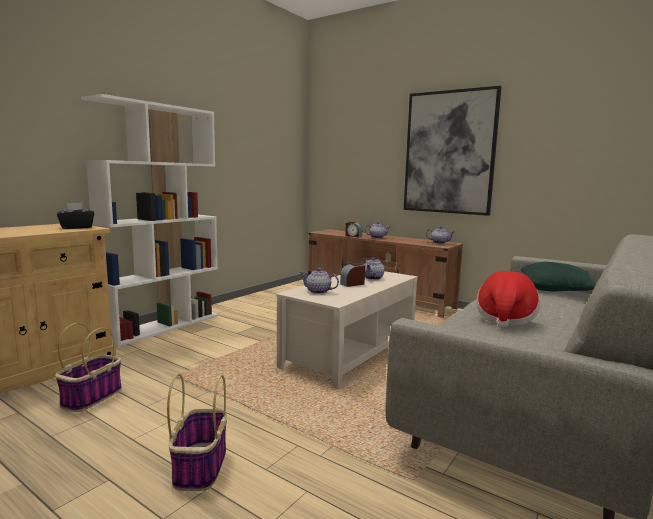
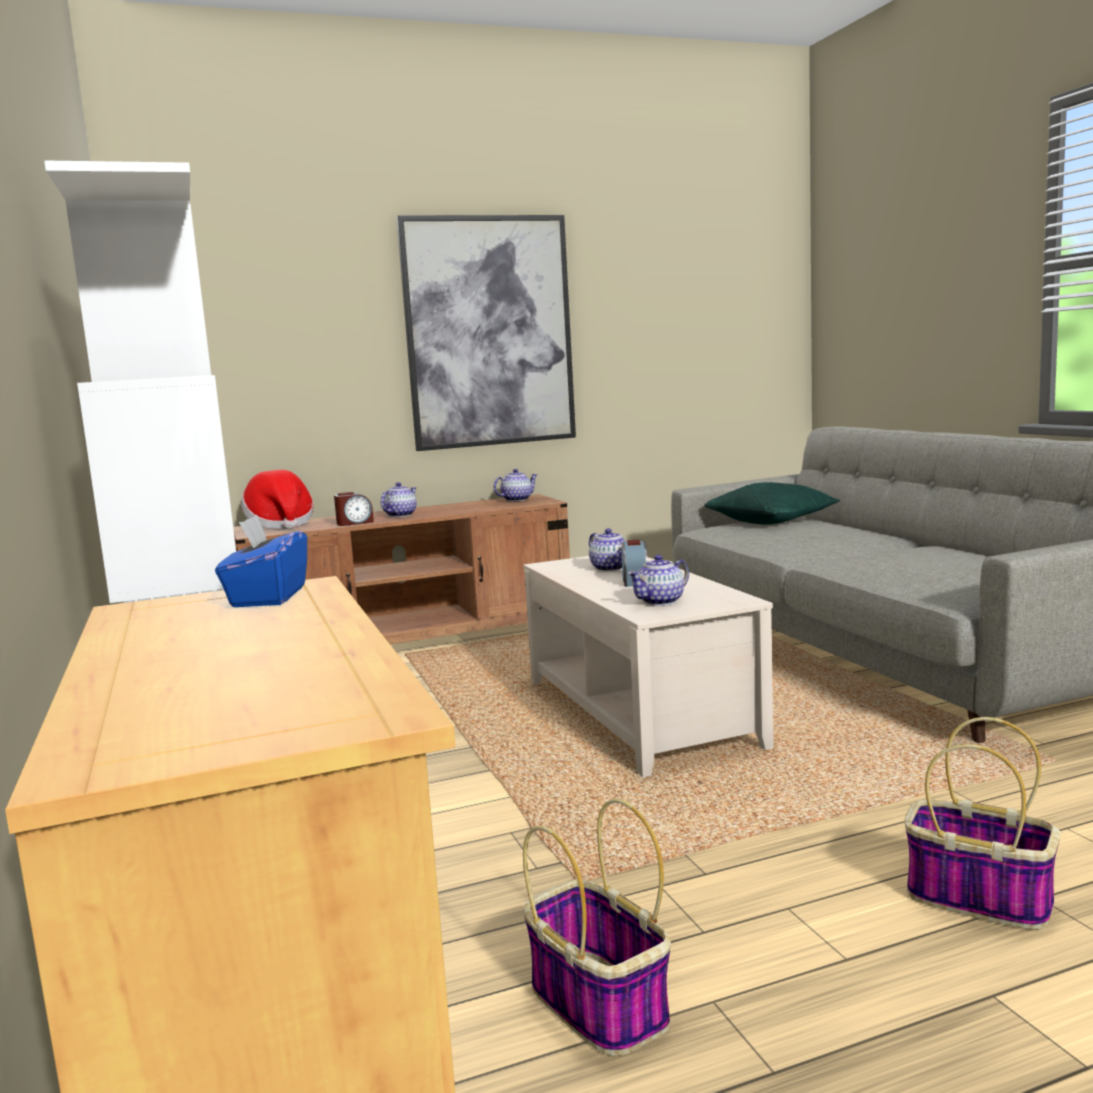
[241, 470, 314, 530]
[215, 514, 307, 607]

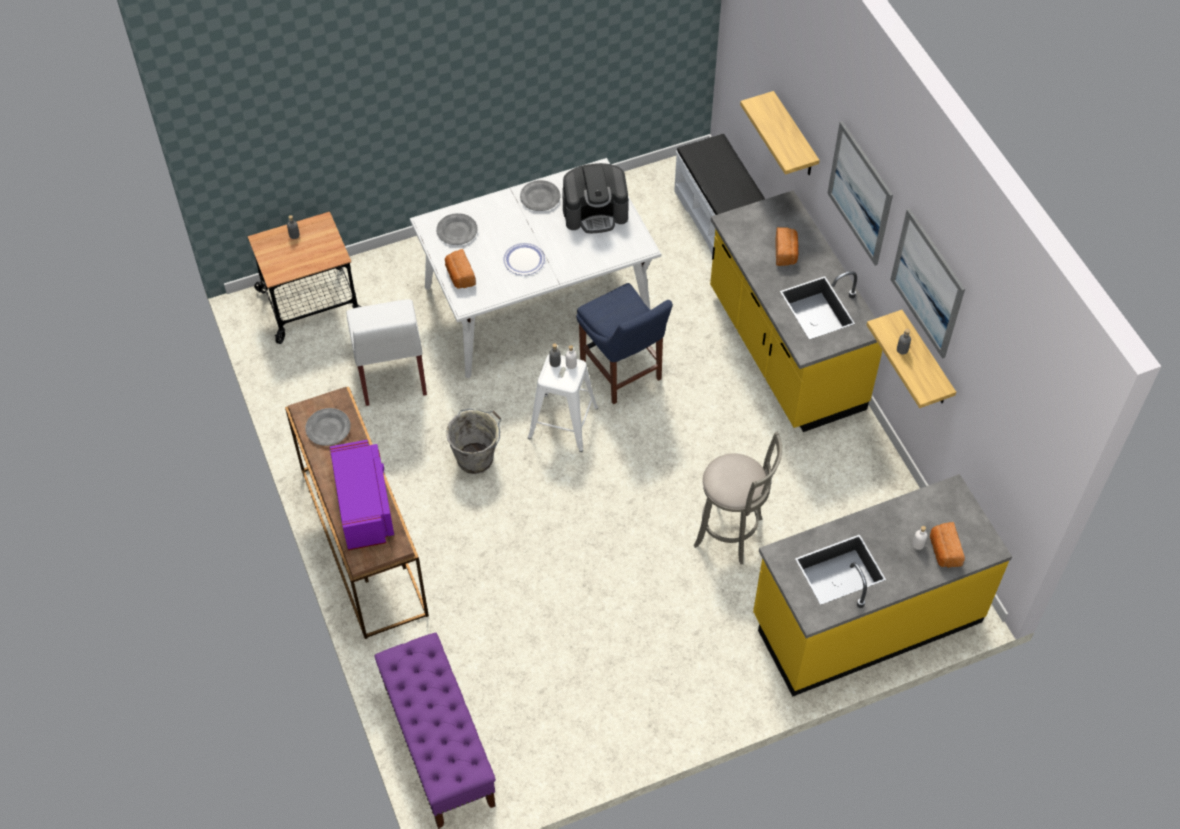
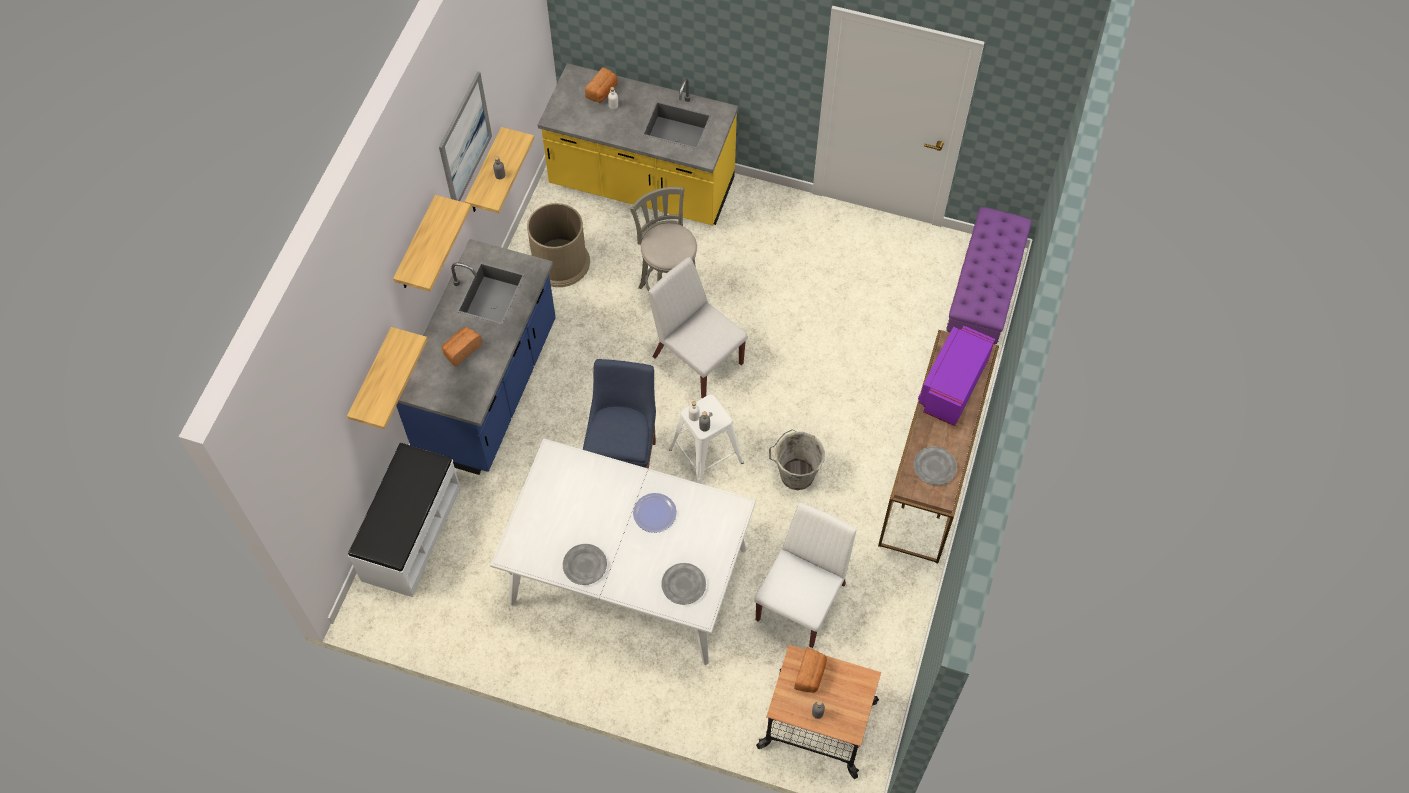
[562, 163, 629, 233] (first image)
[527, 203, 590, 287]
[648, 257, 748, 398]
[794, 647, 827, 693]
[393, 195, 471, 292]
[396, 239, 556, 475]

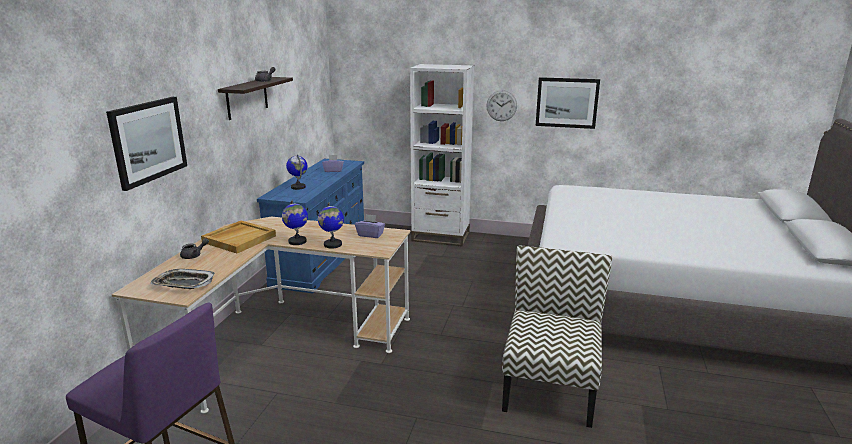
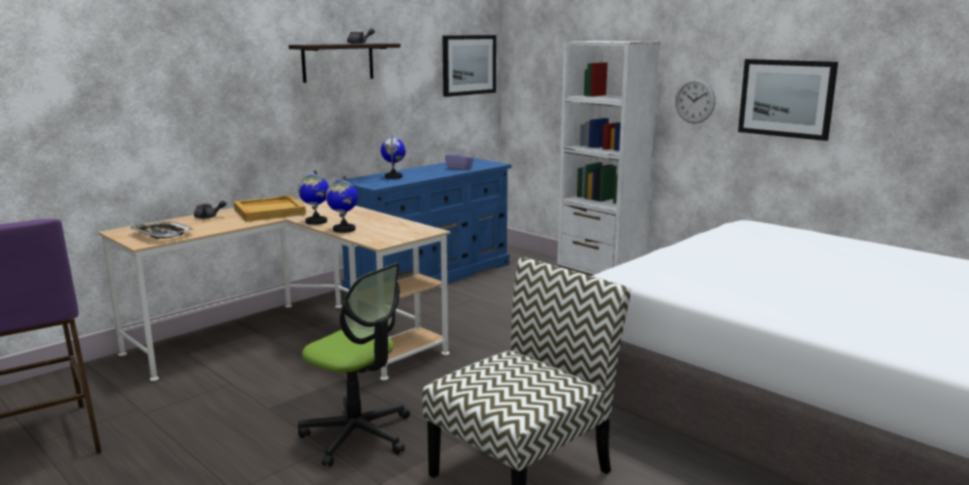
[355, 214, 385, 238] (first image)
[298, 263, 410, 467]
[442, 35, 496, 97]

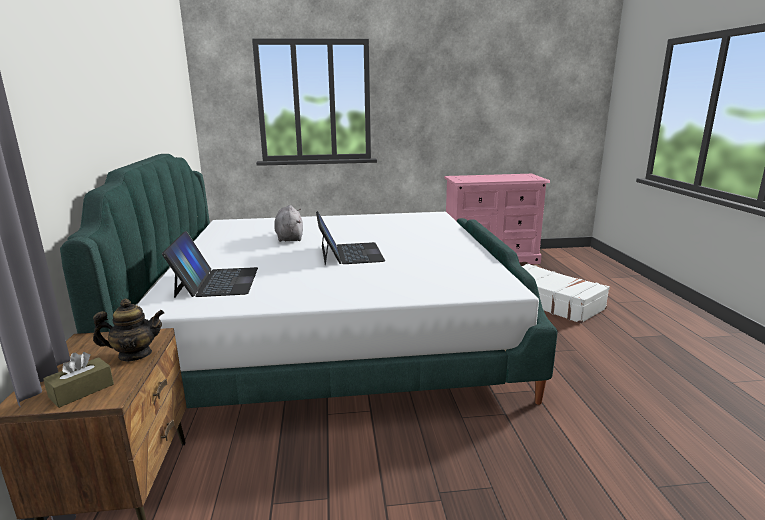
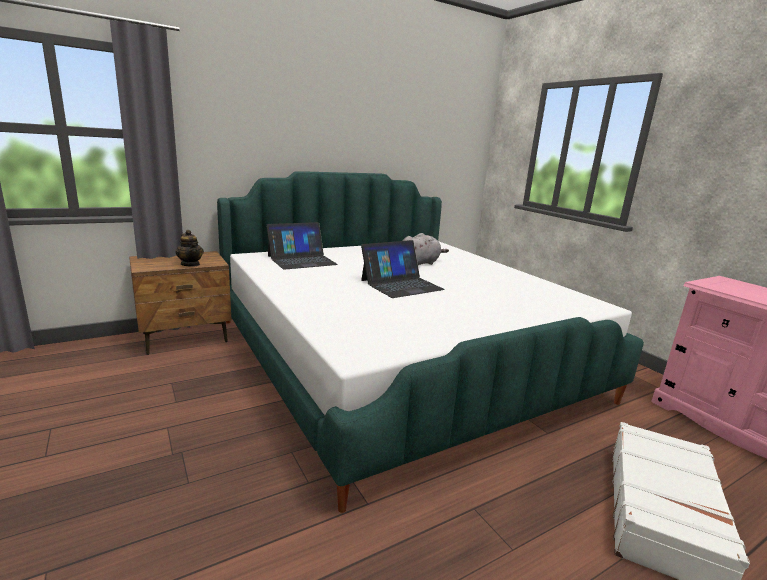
[43, 352, 114, 408] (first image)

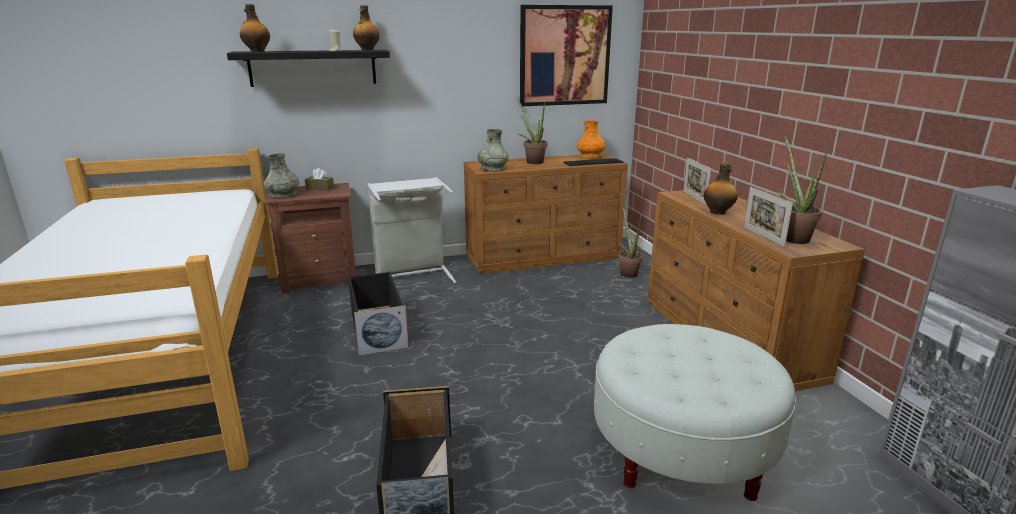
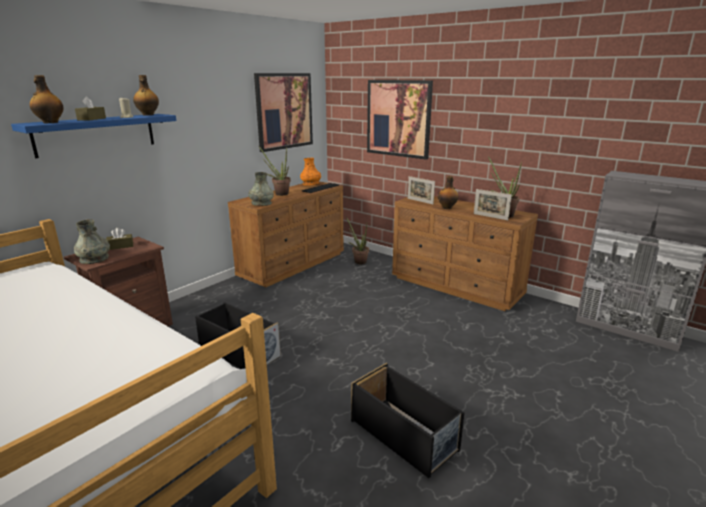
[367, 177, 456, 283] (first image)
[594, 324, 796, 501] (first image)
[75, 96, 106, 121]
[367, 80, 433, 160]
[11, 114, 176, 158]

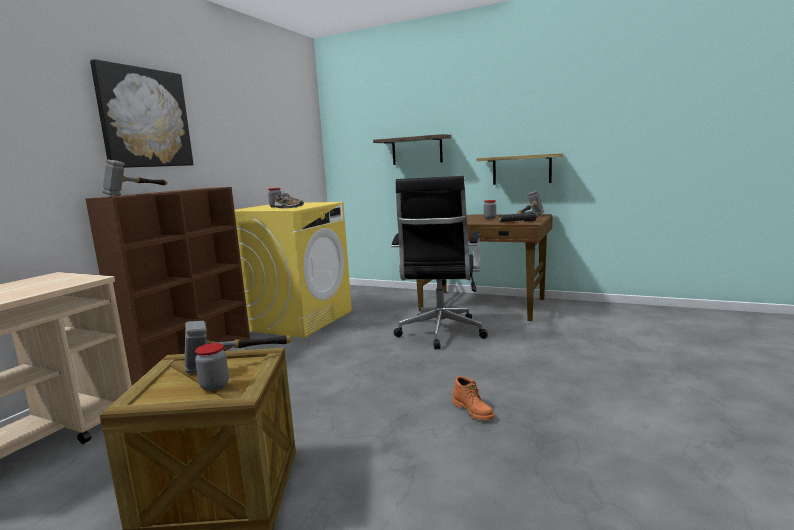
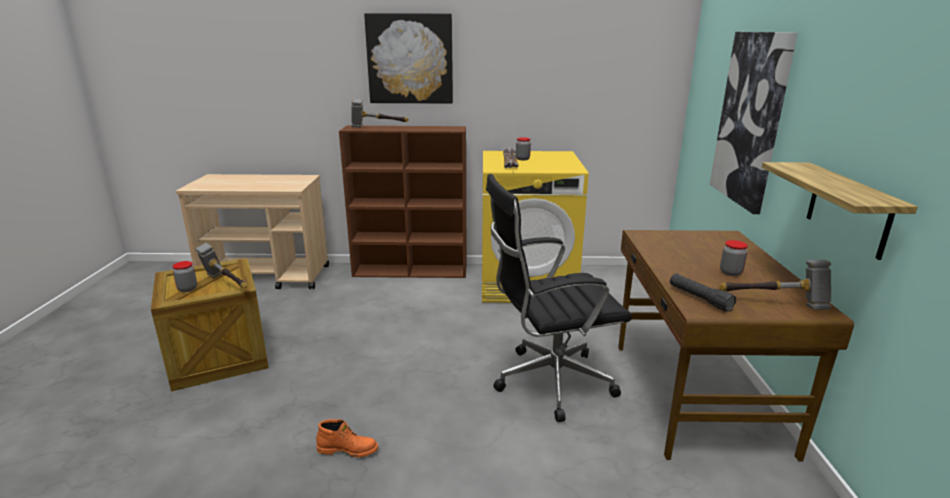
[710, 32, 798, 214]
[316, 419, 378, 457]

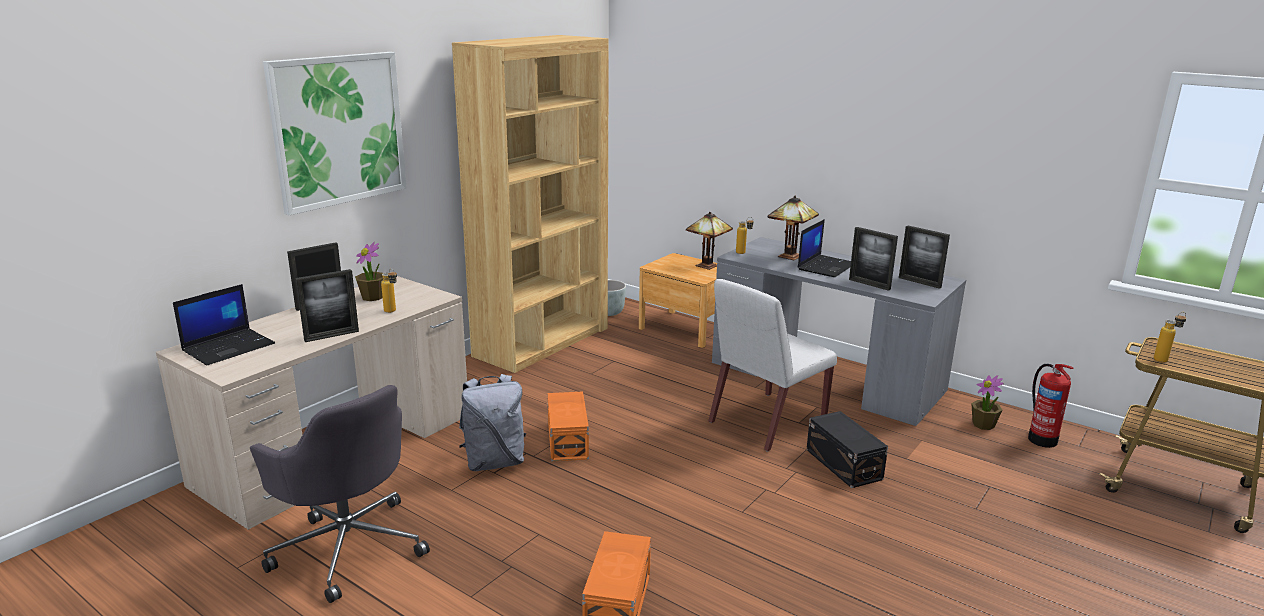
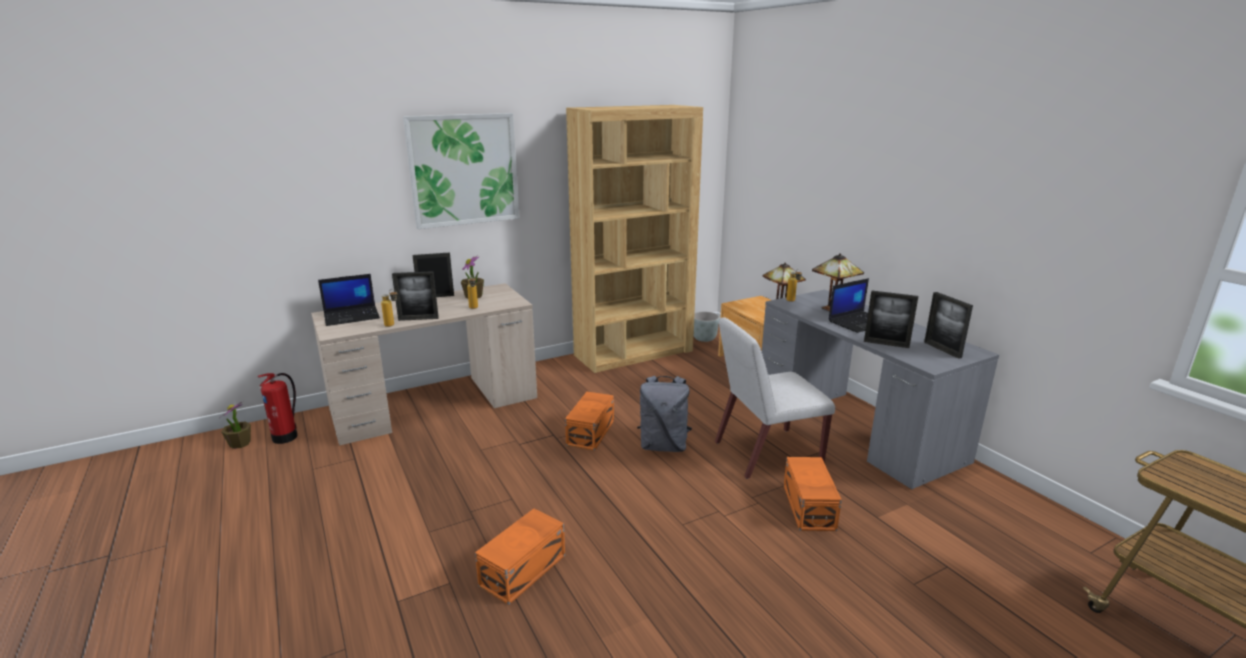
[250, 385, 430, 603] (first image)
[637, 376, 692, 452]
[221, 401, 251, 449]
[257, 373, 297, 444]
[381, 289, 397, 327]
[784, 457, 842, 531]
[864, 291, 918, 348]

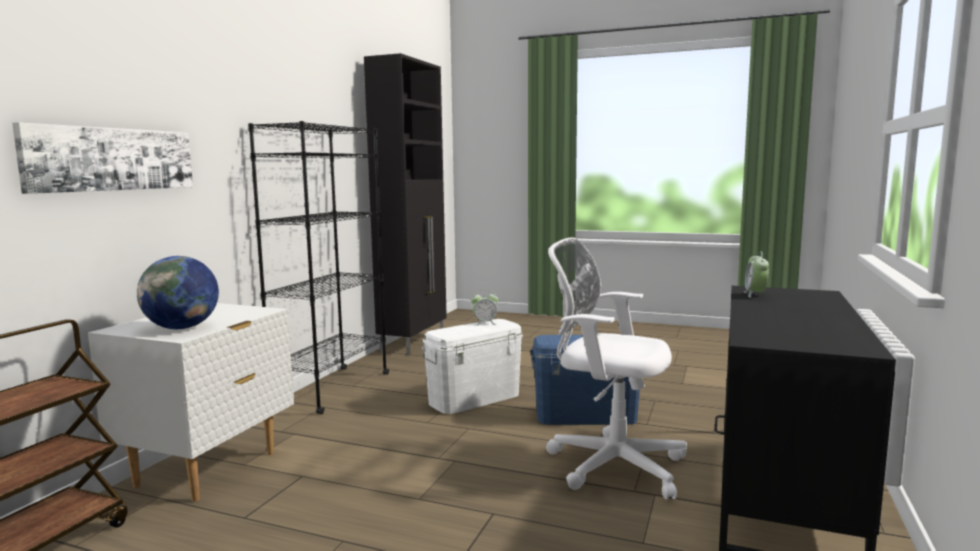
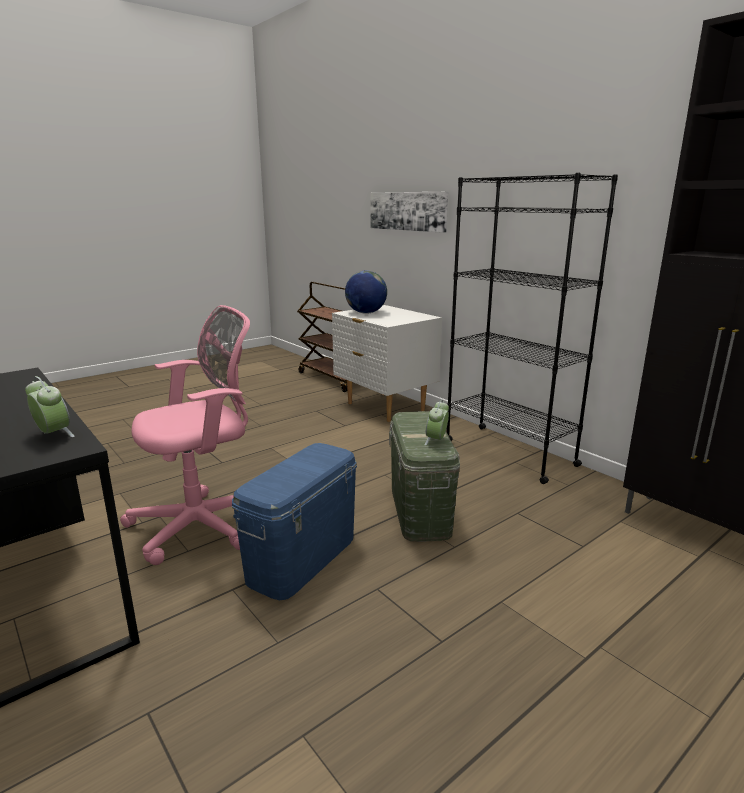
[389, 411, 460, 542]
[120, 305, 250, 565]

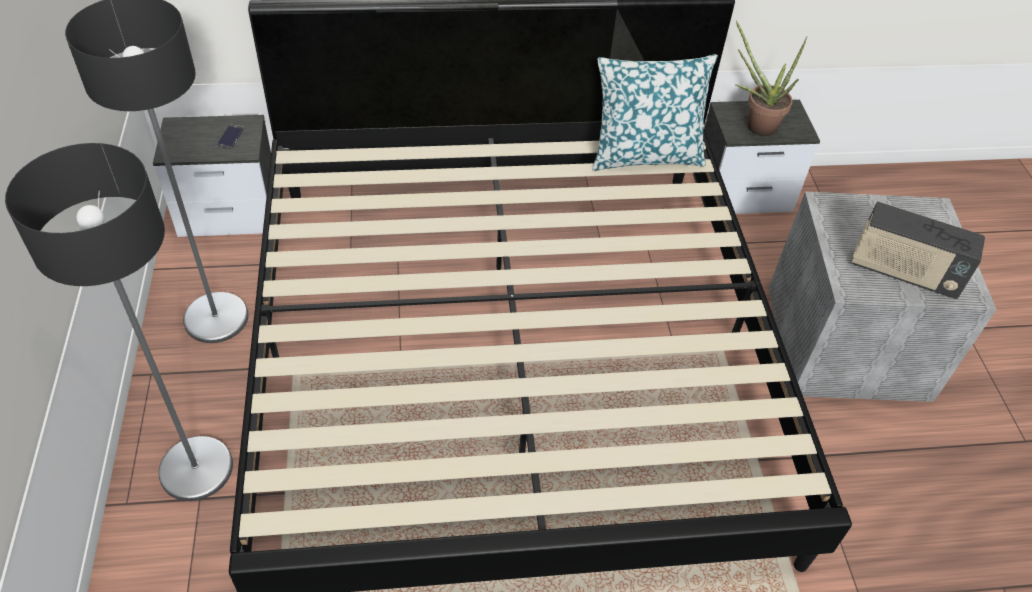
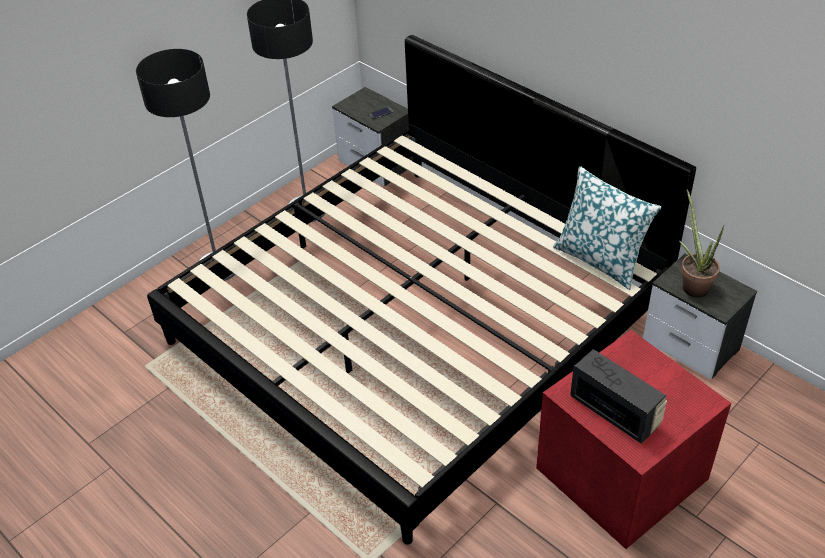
[536, 330, 731, 549]
[570, 349, 667, 444]

